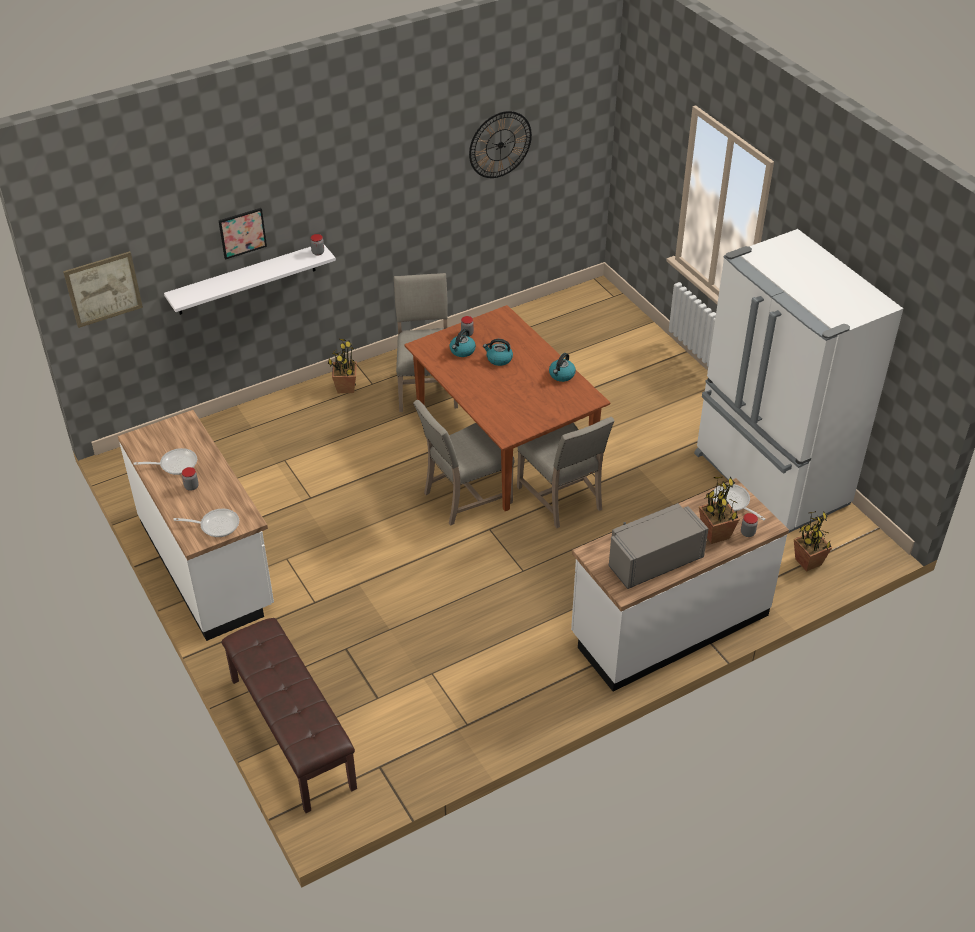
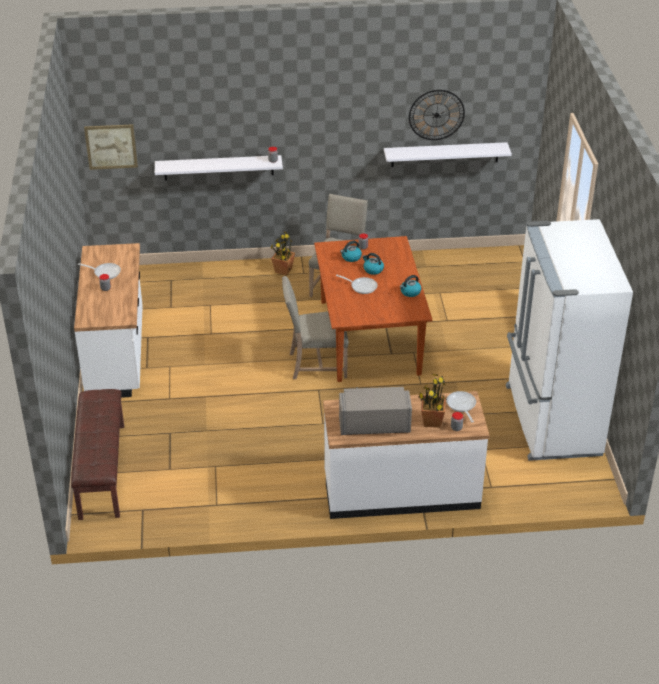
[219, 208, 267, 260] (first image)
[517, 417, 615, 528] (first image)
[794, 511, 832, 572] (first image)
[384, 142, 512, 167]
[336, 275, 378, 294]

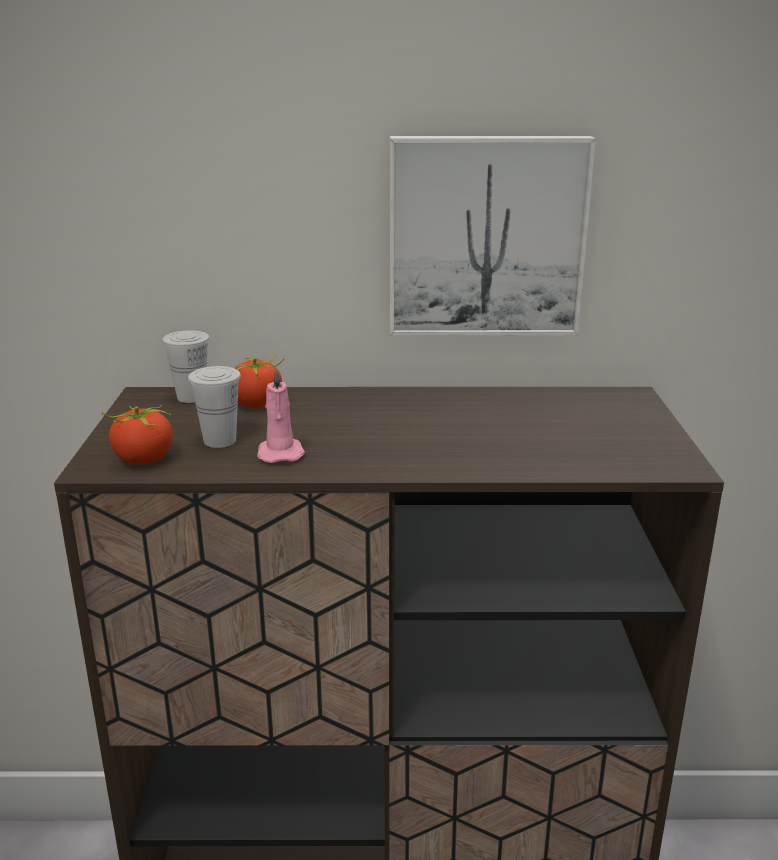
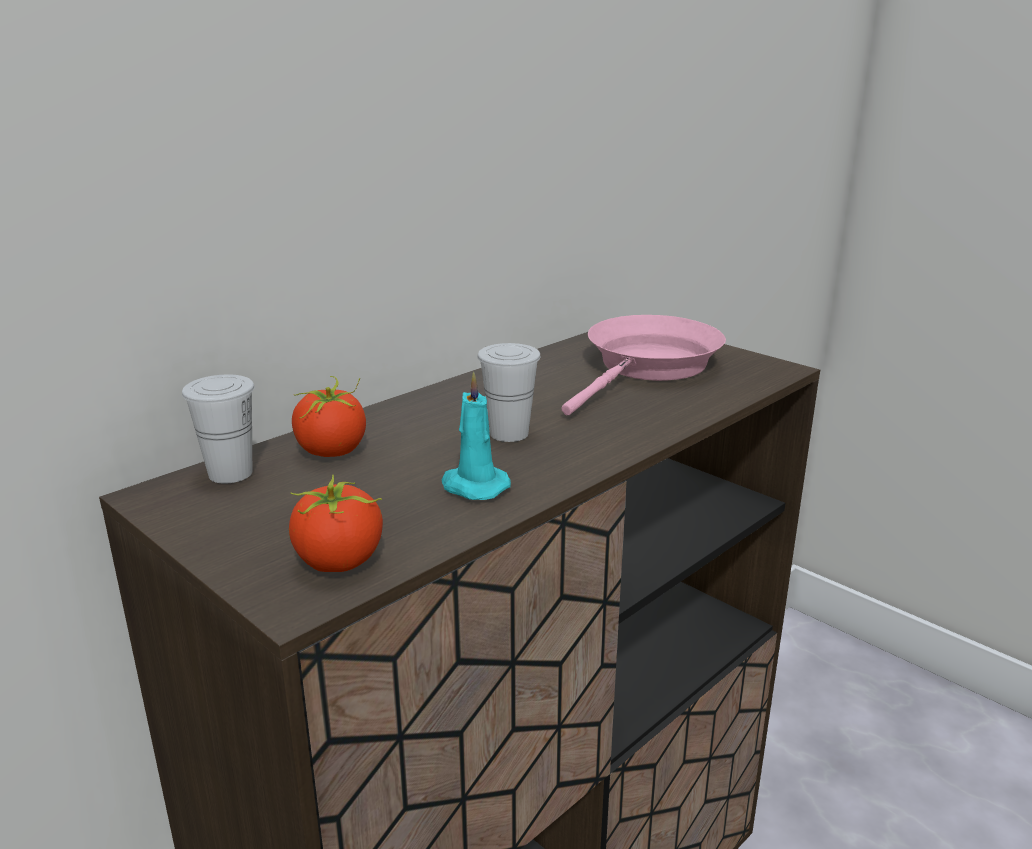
[390, 136, 596, 336] (first image)
[562, 315, 726, 415]
[477, 343, 541, 442]
[441, 371, 511, 500]

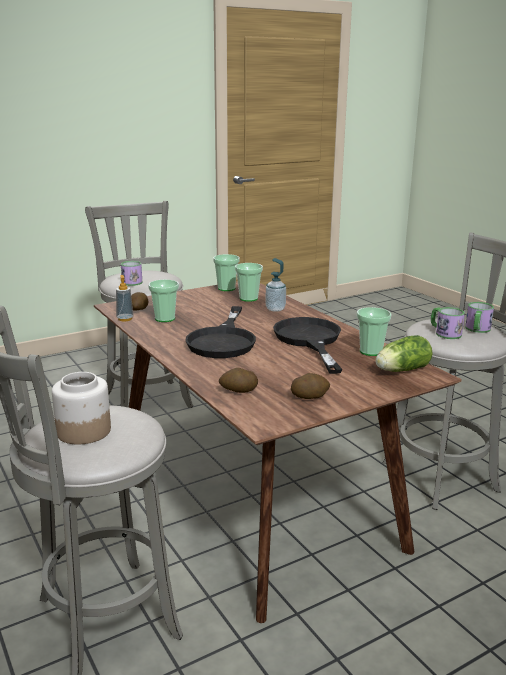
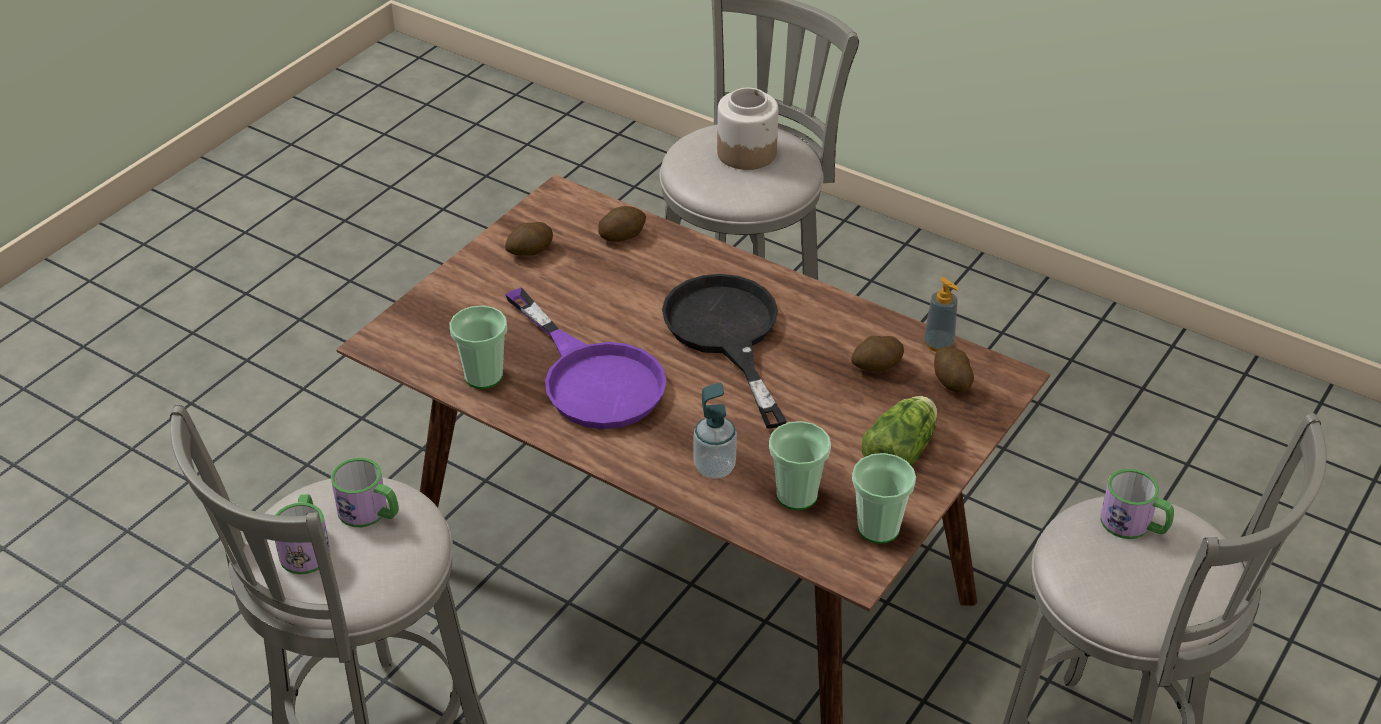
[862, 396, 937, 466]
[851, 336, 904, 372]
[505, 288, 667, 429]

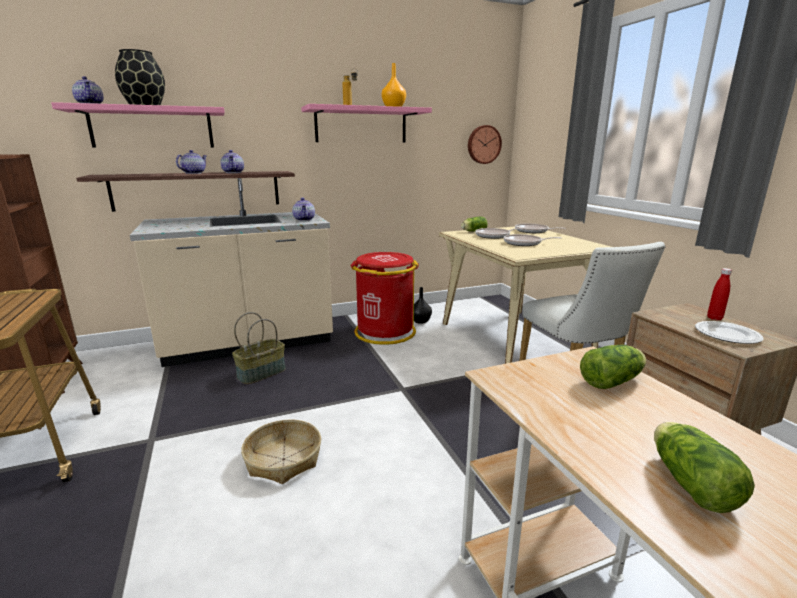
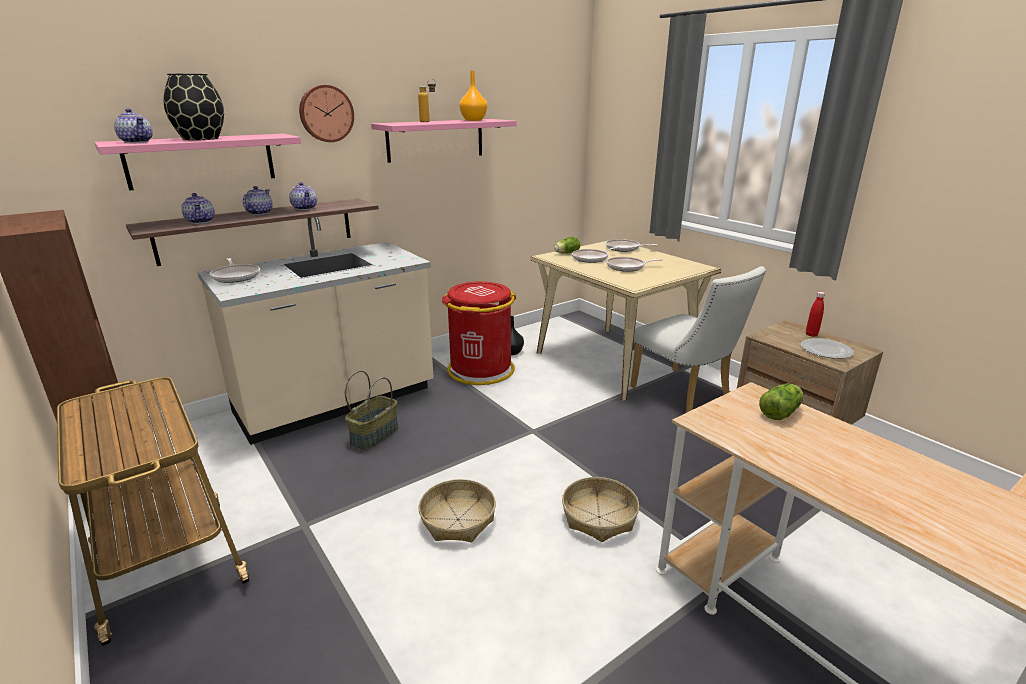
[654, 422, 755, 513] (first image)
[210, 258, 260, 283]
[562, 477, 639, 542]
[181, 193, 215, 224]
[299, 85, 354, 142]

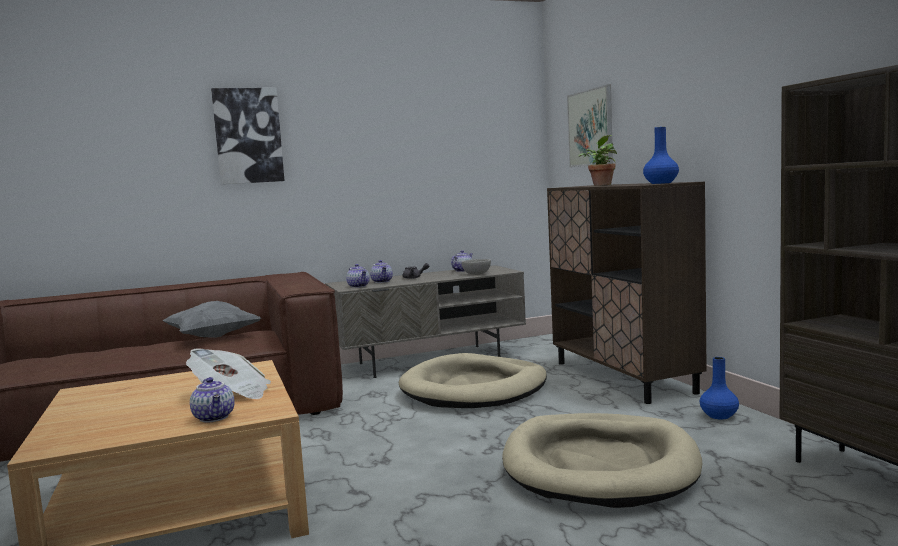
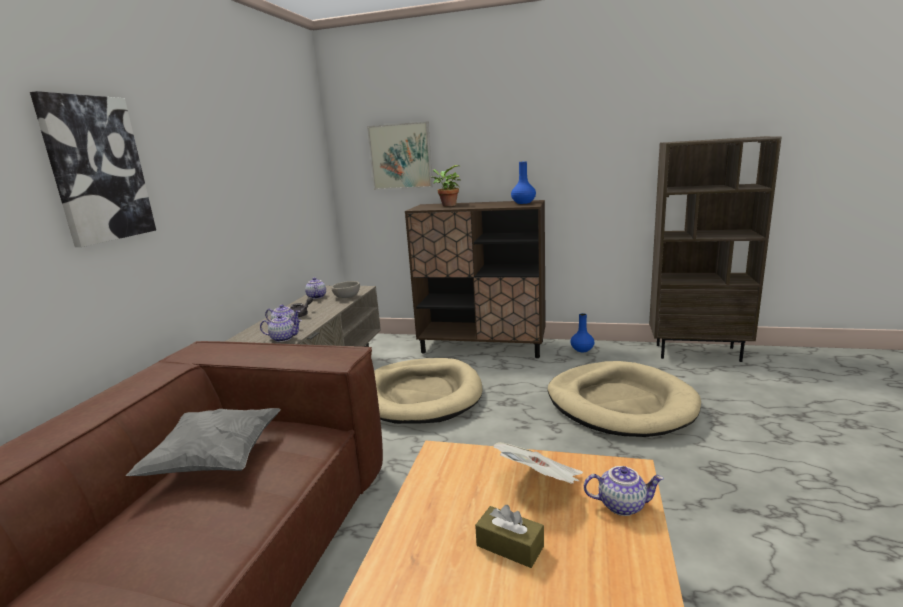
[475, 505, 544, 568]

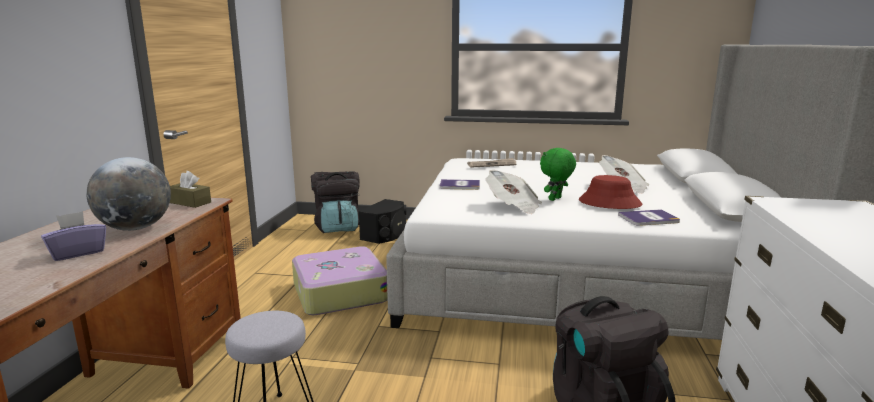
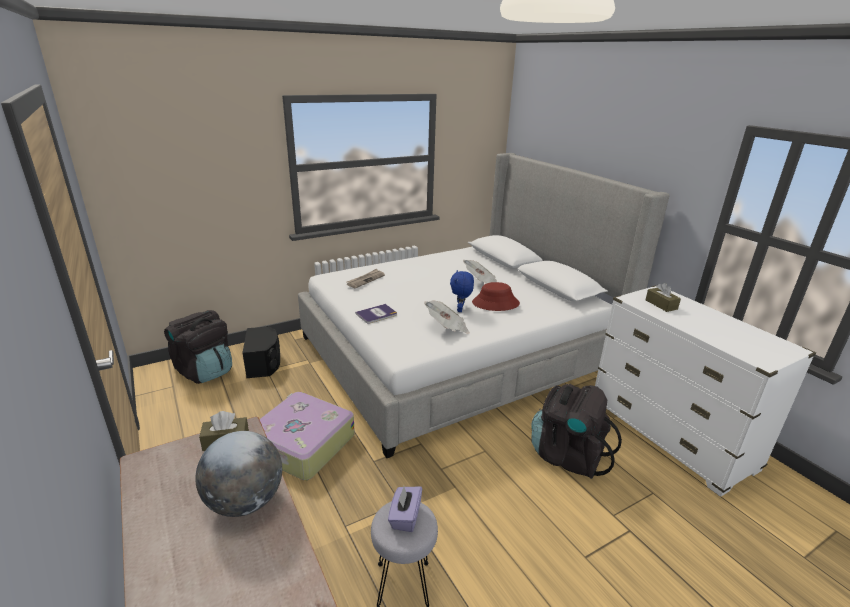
[618, 209, 680, 226] (first image)
[645, 283, 681, 312]
[388, 486, 422, 532]
[450, 270, 474, 312]

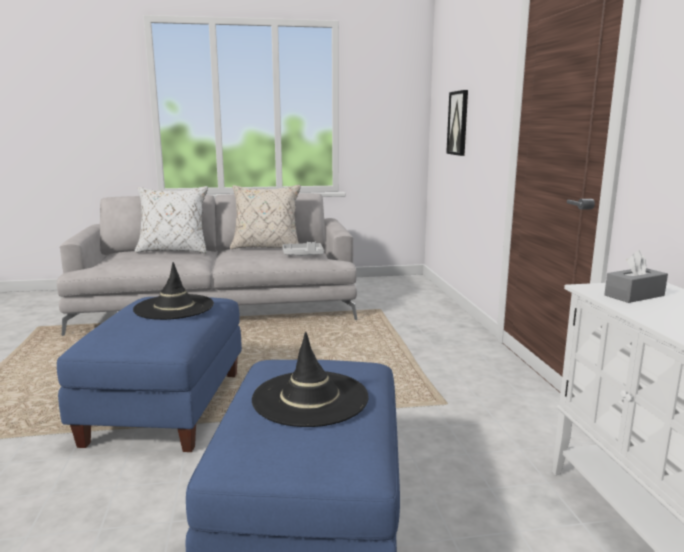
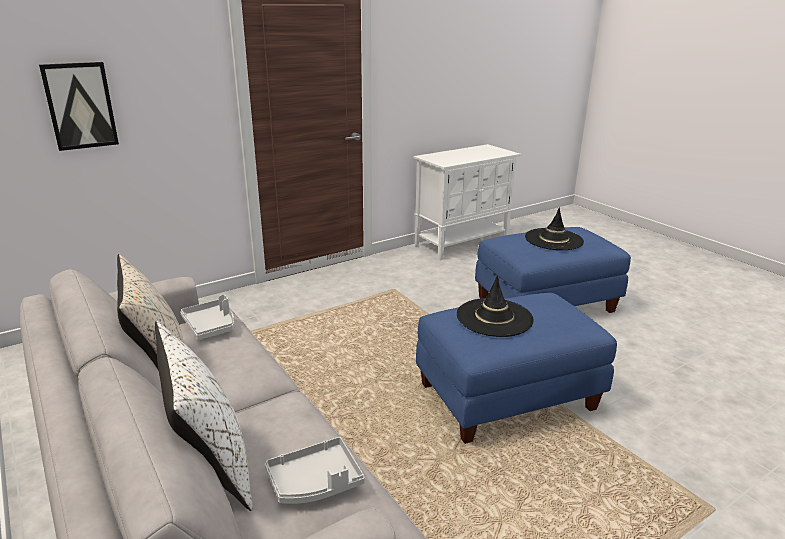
[604, 251, 668, 303] (first image)
[265, 437, 365, 504]

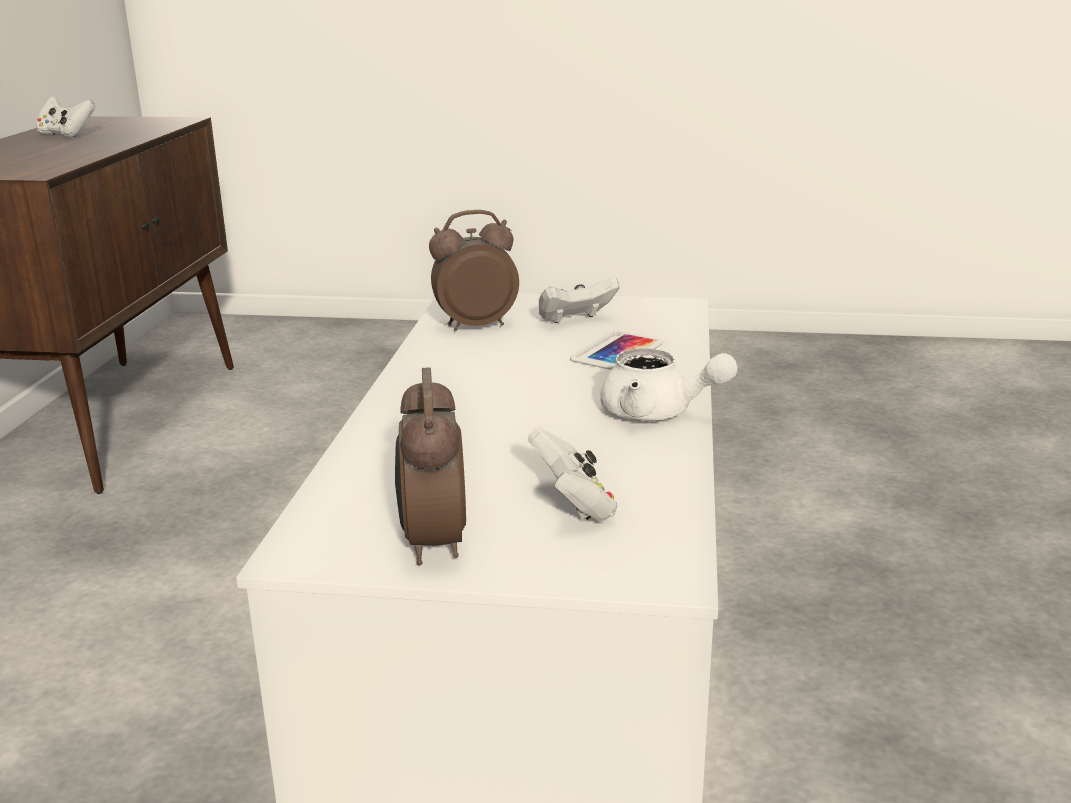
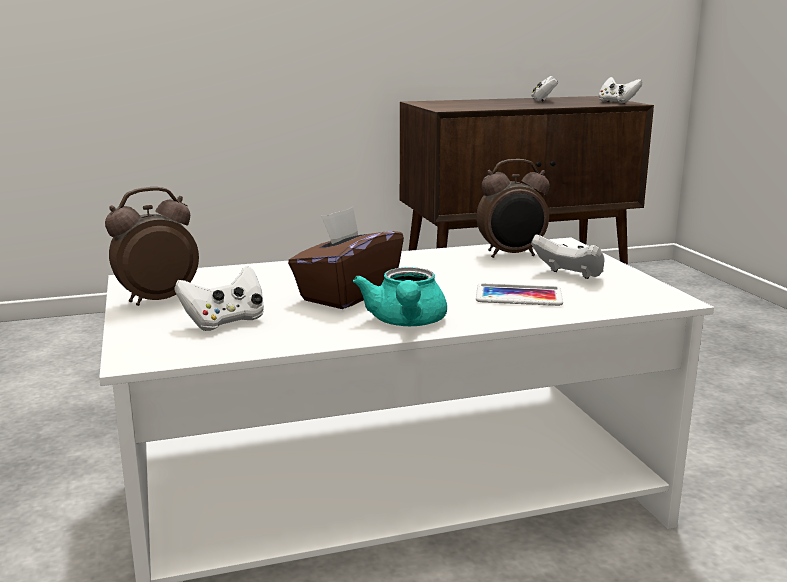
[288, 207, 404, 309]
[599, 77, 642, 104]
[353, 267, 447, 326]
[476, 159, 550, 258]

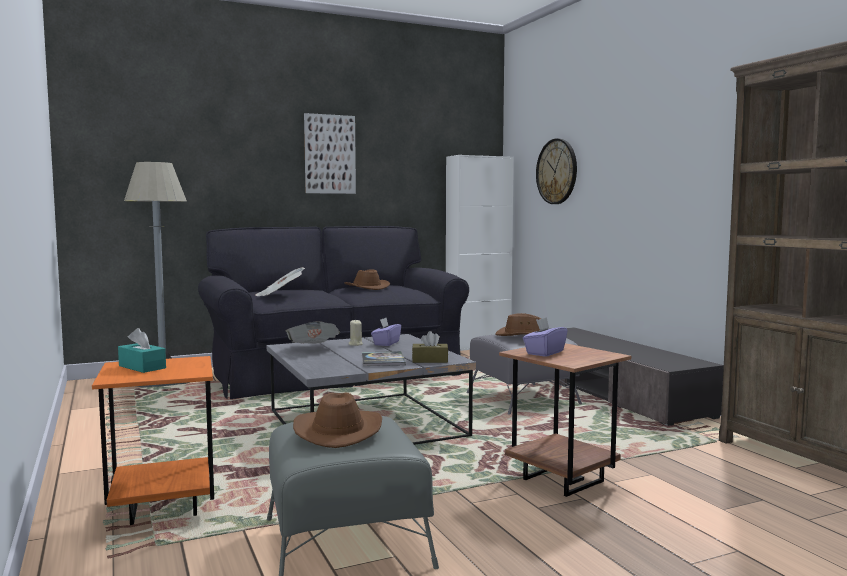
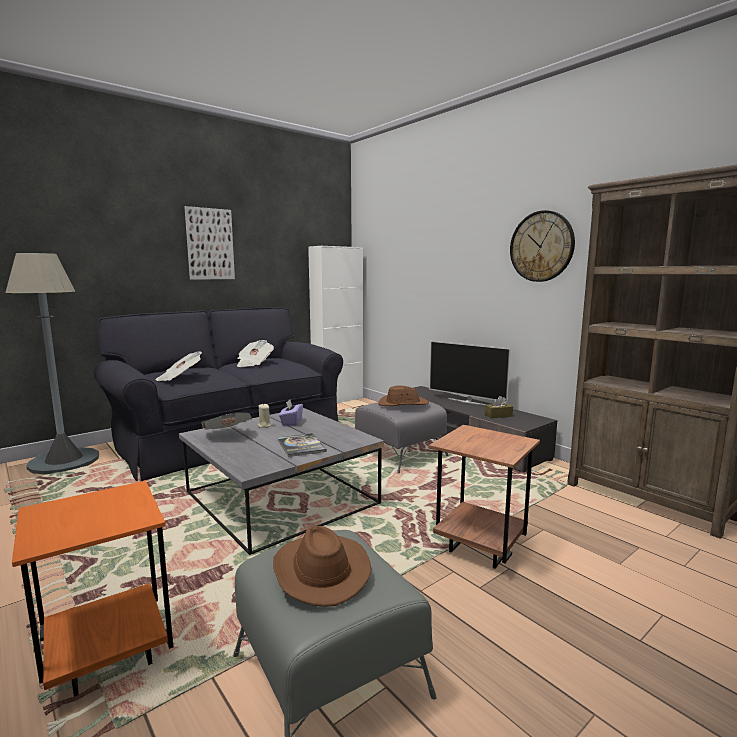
[118, 328, 166, 373] (first image)
[523, 317, 568, 357] (first image)
[429, 341, 511, 405]
[485, 396, 513, 418]
[510, 210, 575, 282]
[237, 340, 274, 367]

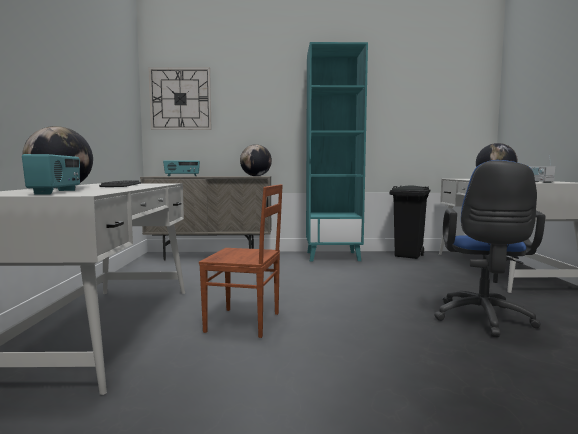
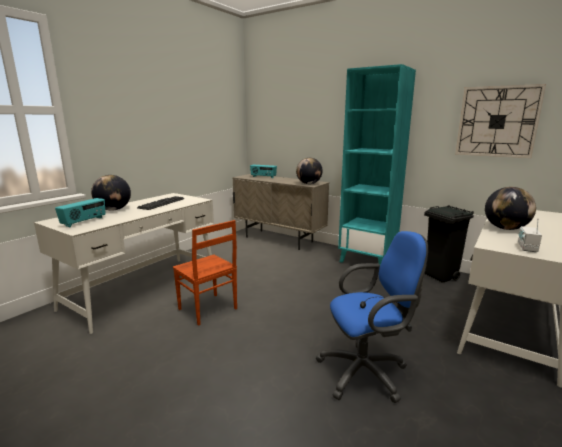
[455, 84, 546, 158]
[316, 231, 428, 403]

